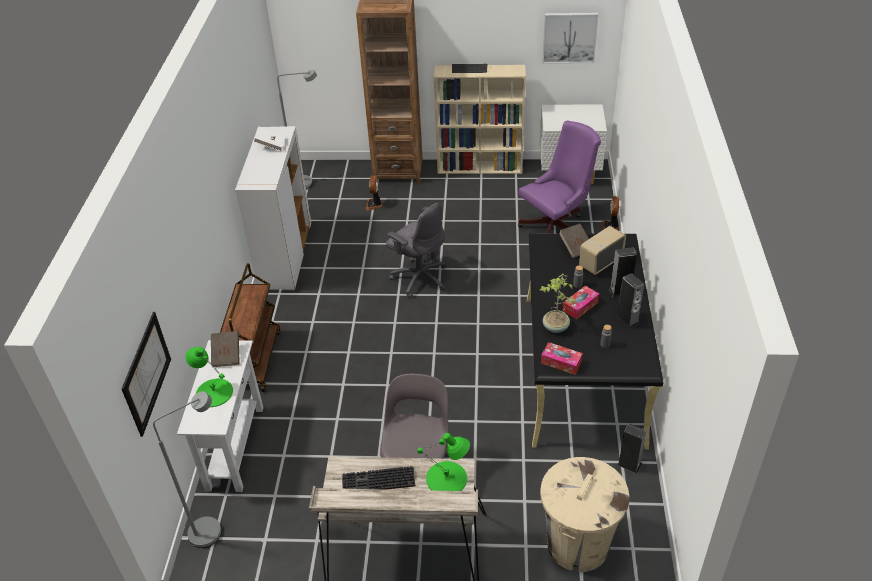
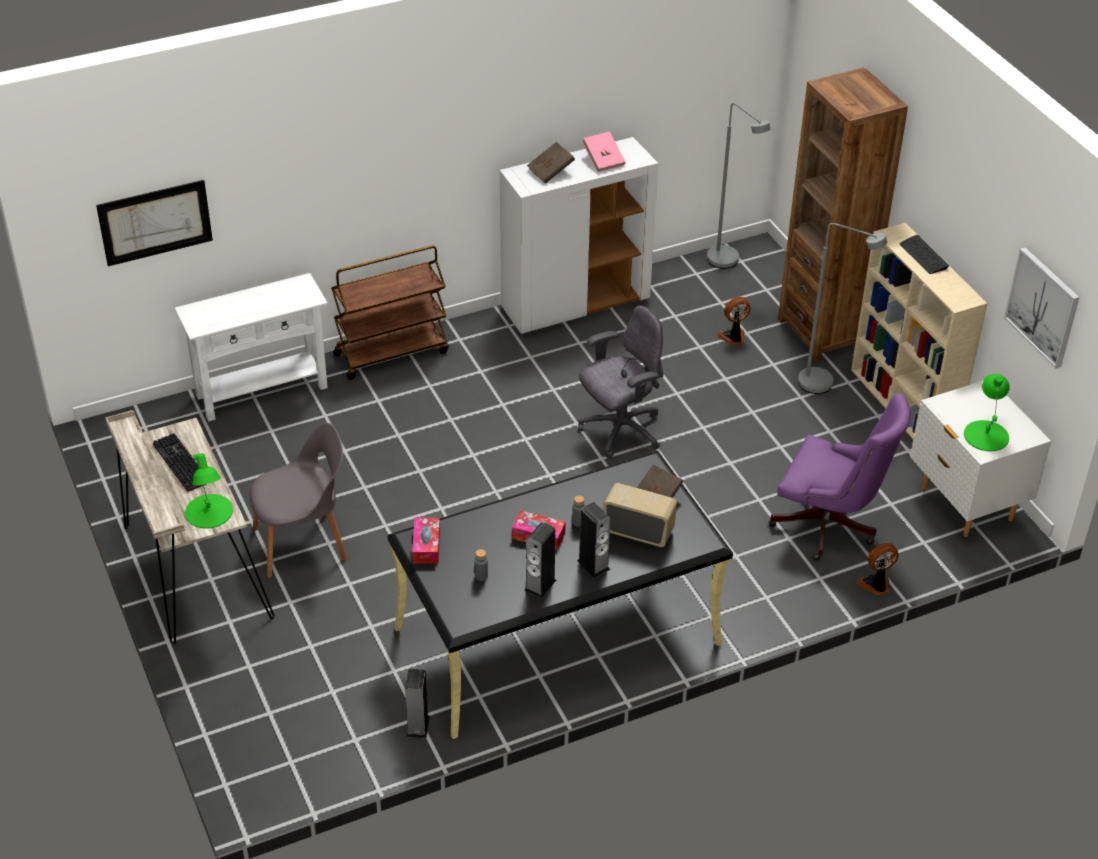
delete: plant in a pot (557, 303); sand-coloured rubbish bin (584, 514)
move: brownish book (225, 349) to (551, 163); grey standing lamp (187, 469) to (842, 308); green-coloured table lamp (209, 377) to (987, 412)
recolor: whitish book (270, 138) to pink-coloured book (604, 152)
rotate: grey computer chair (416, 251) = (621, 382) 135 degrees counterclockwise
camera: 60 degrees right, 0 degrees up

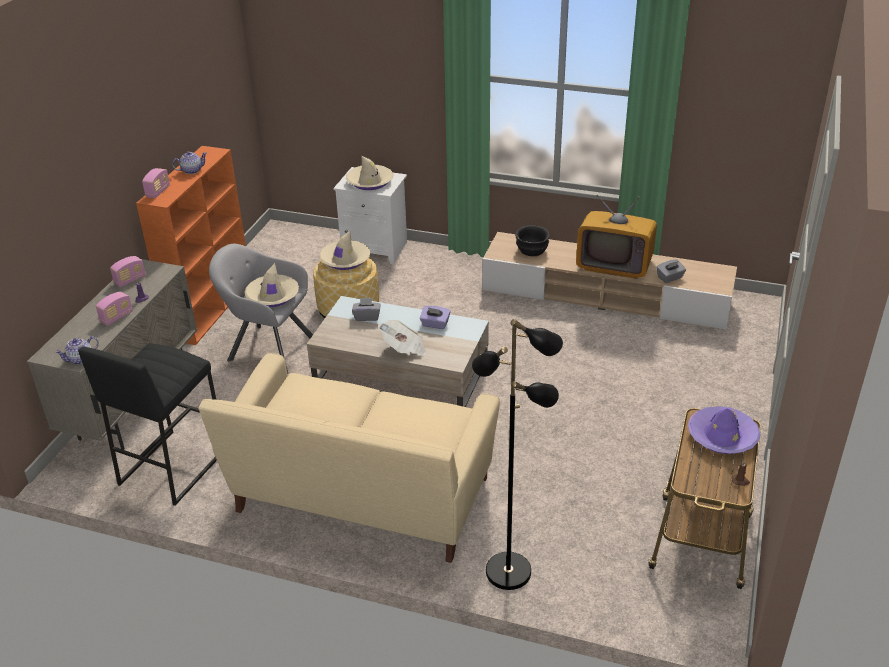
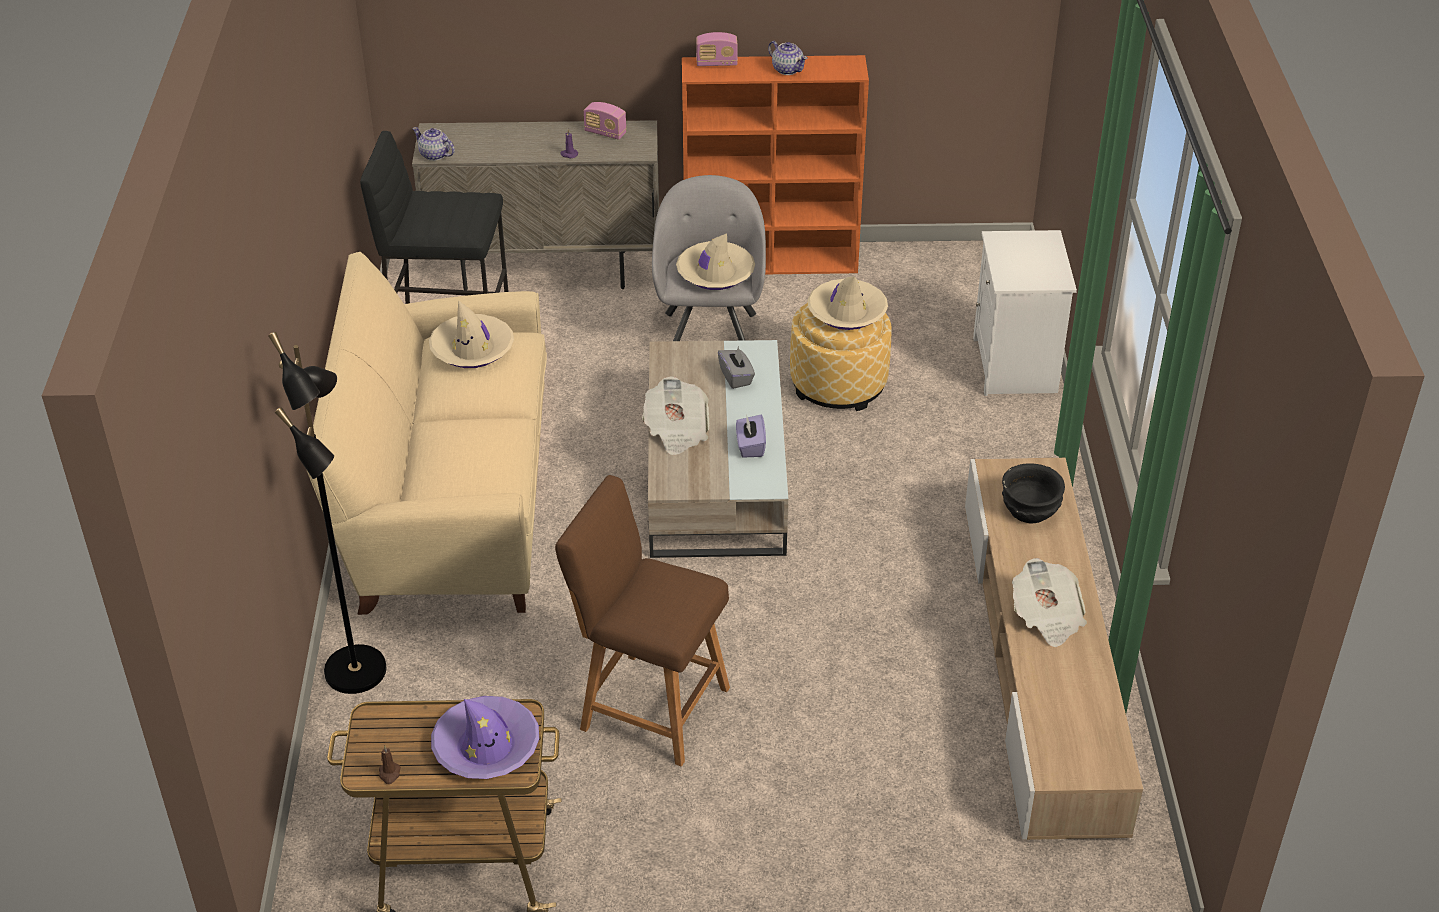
delete: radio (114, 309); grey tissue box (671, 271)
insert: brownish sitting stool (642, 620)
move: sand-coloured wearable hat (369, 173) to (471, 334)
replace: TV set (616, 237) to printed paper (1049, 602)
camera: 70 degrees right, 5 degrees up

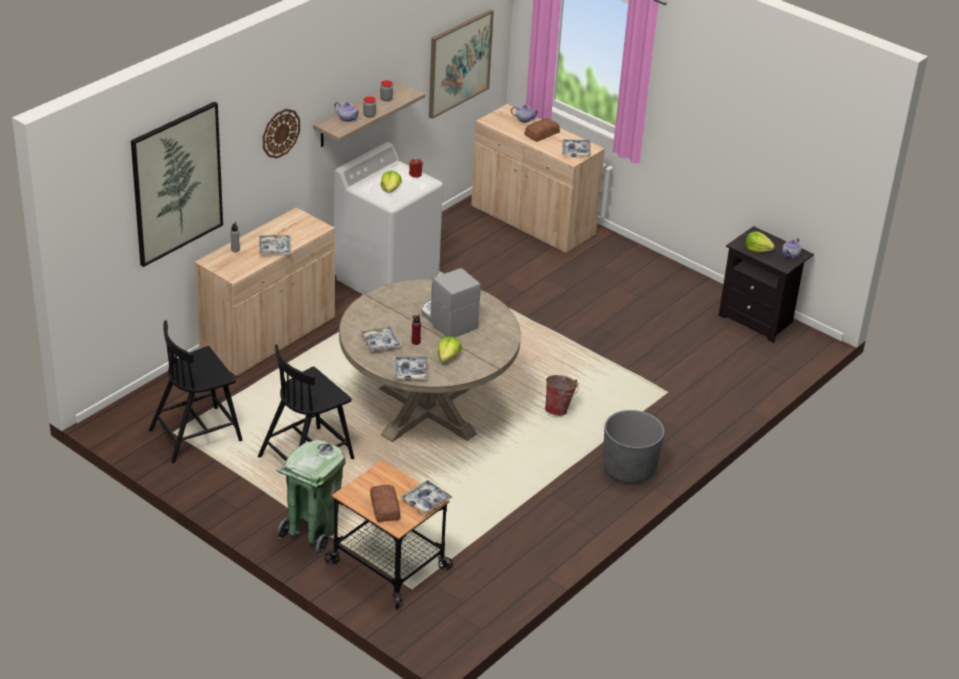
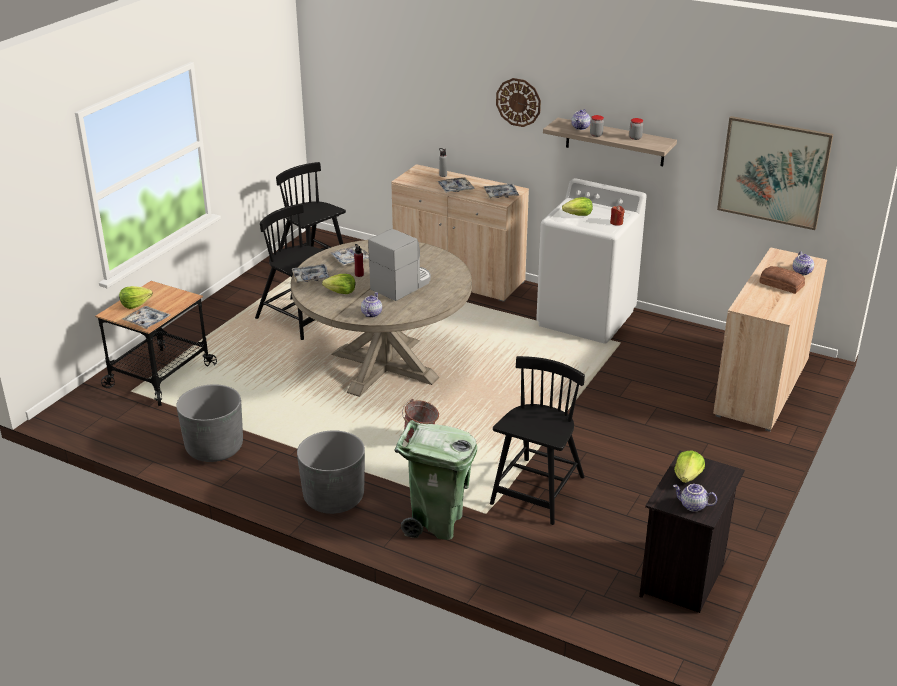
delete: picture (177, 184)
insert: grey flower pot (209, 423); pot for tea (371, 304); blackish plain chair (537, 440)
move: green-coloured rubbish bin (311, 497) to (435, 480); carrying tray (576, 148) to (501, 191)
replace: baked bread (385, 503) to head of lettuce (136, 297)
camera: 80 degrees right, 5 degrees down

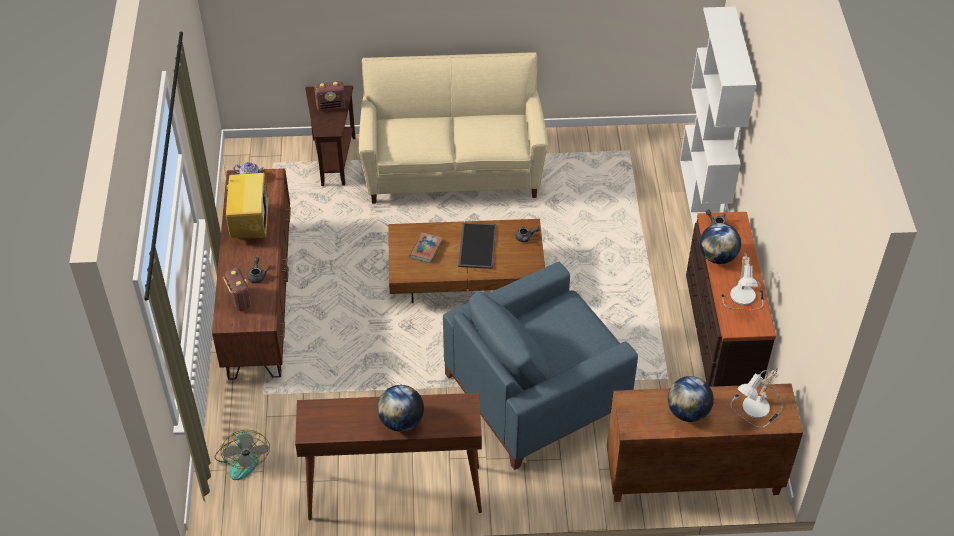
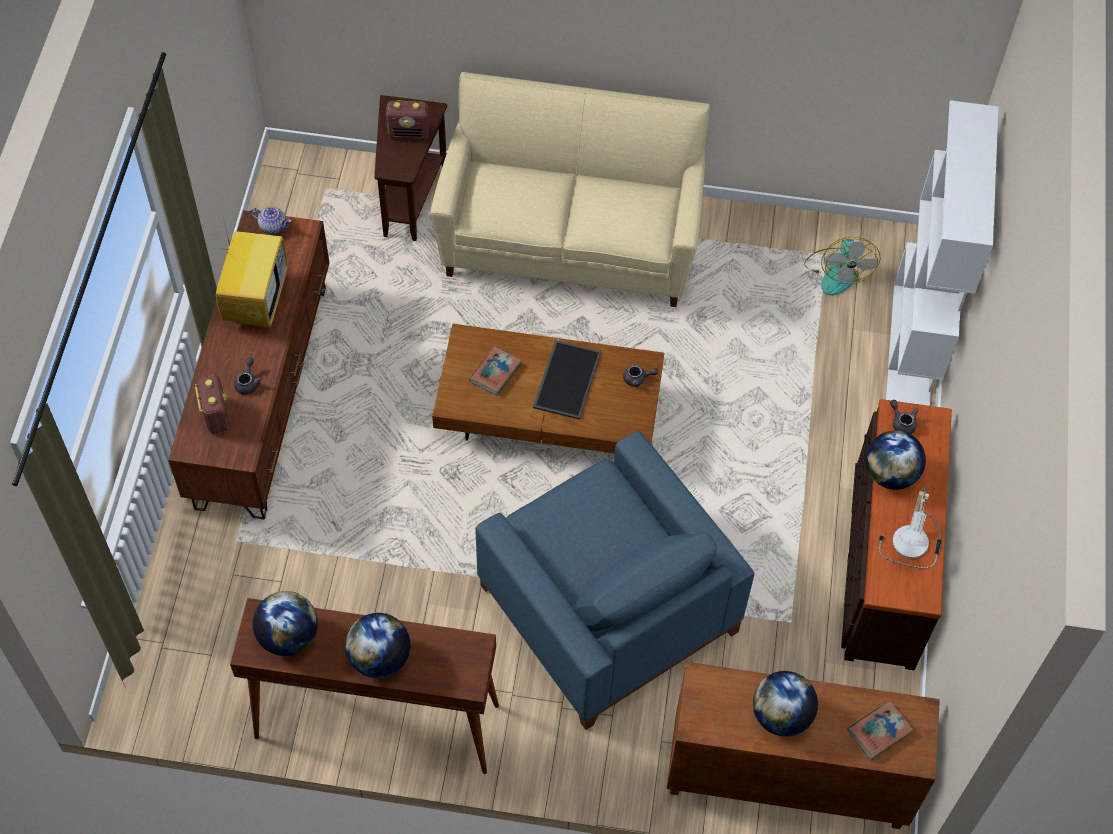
insert: desk globe (285, 623)
move: electric fan (242, 455) to (842, 266)
replace: table lamp (756, 398) to book (880, 730)
rotate: bluish lounge chair (540, 366) = (615, 580) 105 degrees counterclockwise
camera: 10 degrees right, 10 degrees up

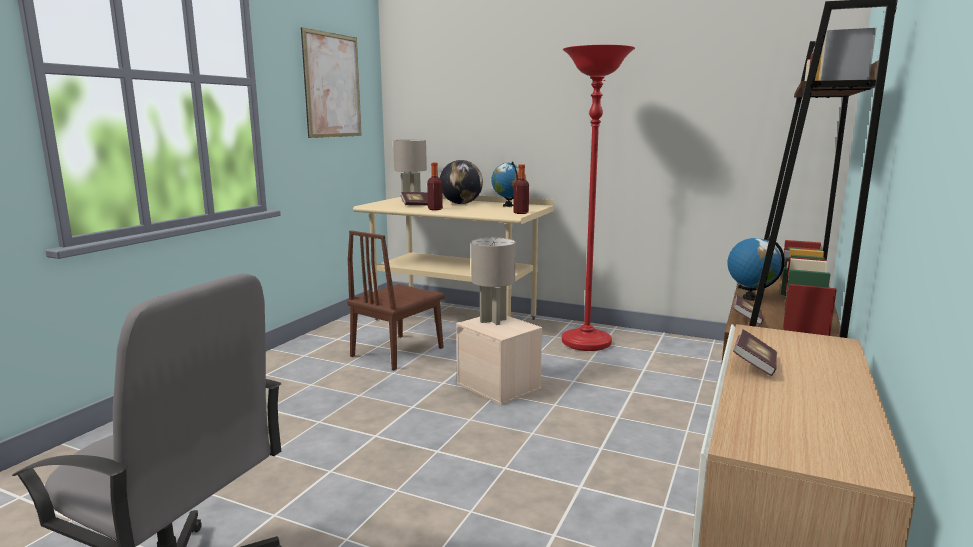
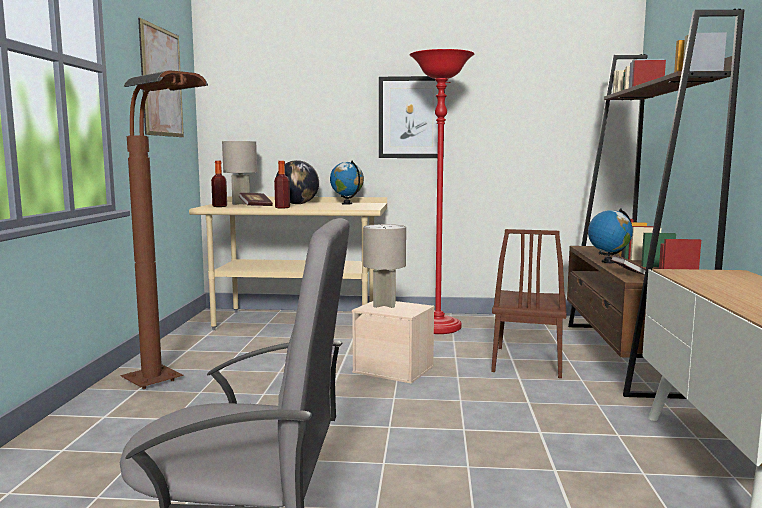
delete: book (755, 352)
insert: brownish standing lamp (164, 229); picture (412, 117)
move: beverage bottle (521, 189) to (219, 184); brownish plain chair (396, 300) to (529, 303)
camera: 20 degrees left, 5 degrees down

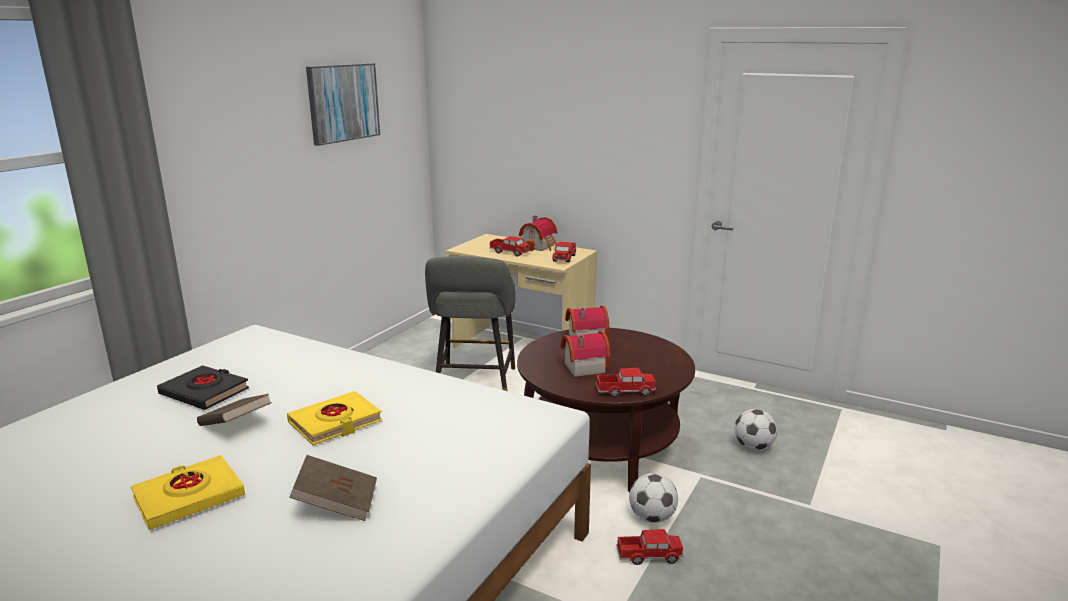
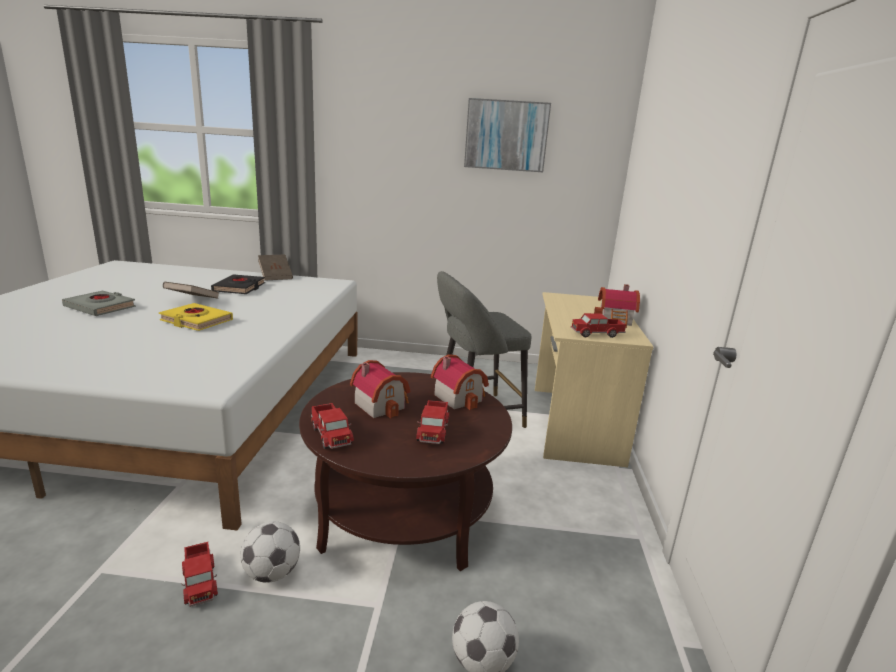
move: brownish book (333, 488) to (275, 268); model truck (510, 246) to (432, 422)
recolor: yellow book (188, 492) to grey book (99, 303)
camera: 65 degrees right, 0 degrees up

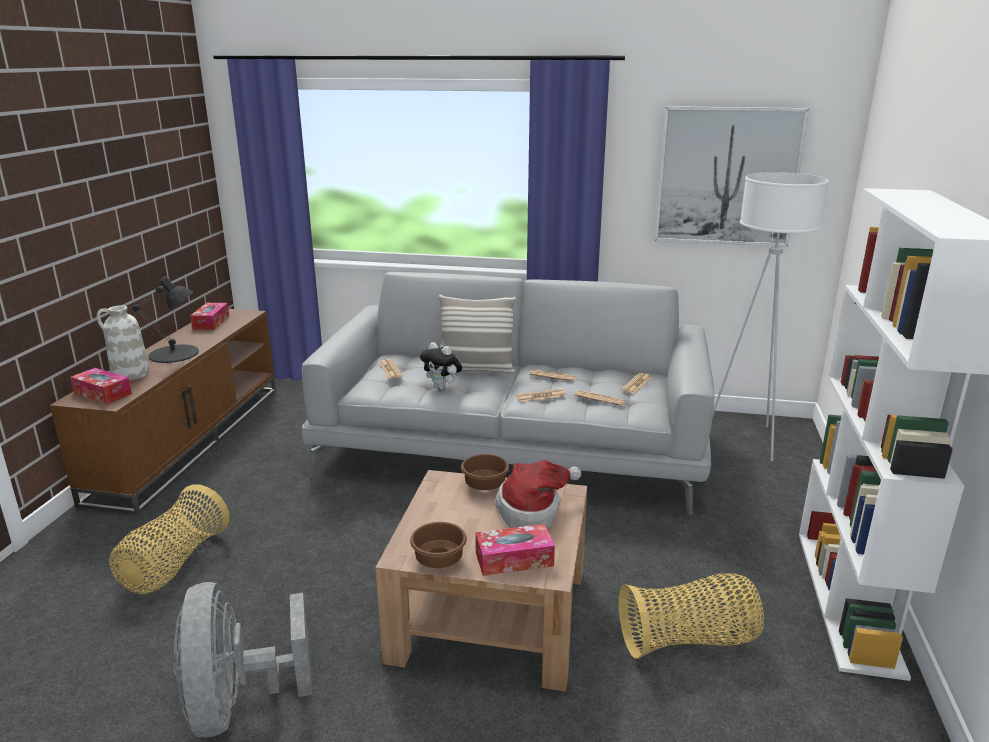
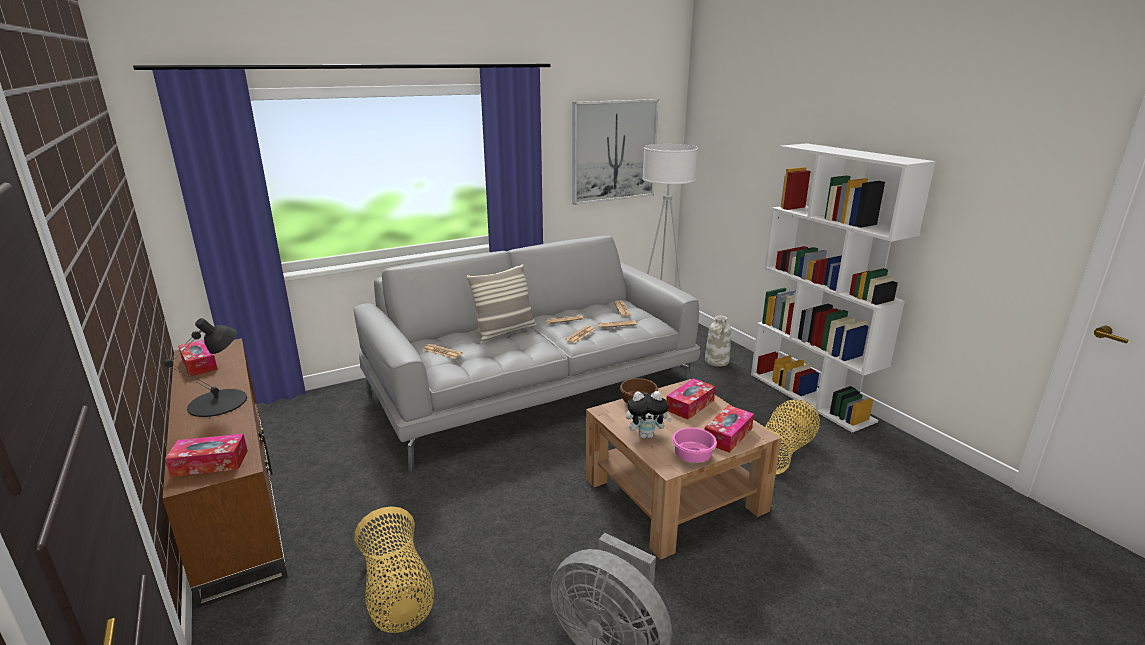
move: soft toy (441, 366) to (649, 415); whitish flower vase (123, 342) to (718, 341)
replace: wearable hat (538, 494) to tissue box (690, 399)
recolor: brownish serving bowl (438, 545) to pink-coloured serving bowl (694, 445)
camera: 40 degrees left, 0 degrees up

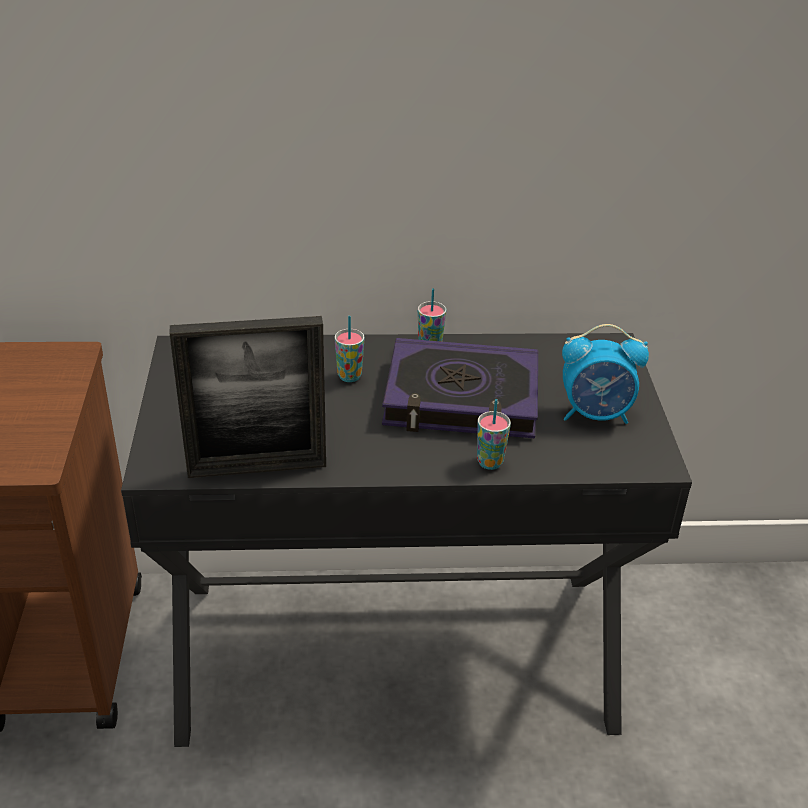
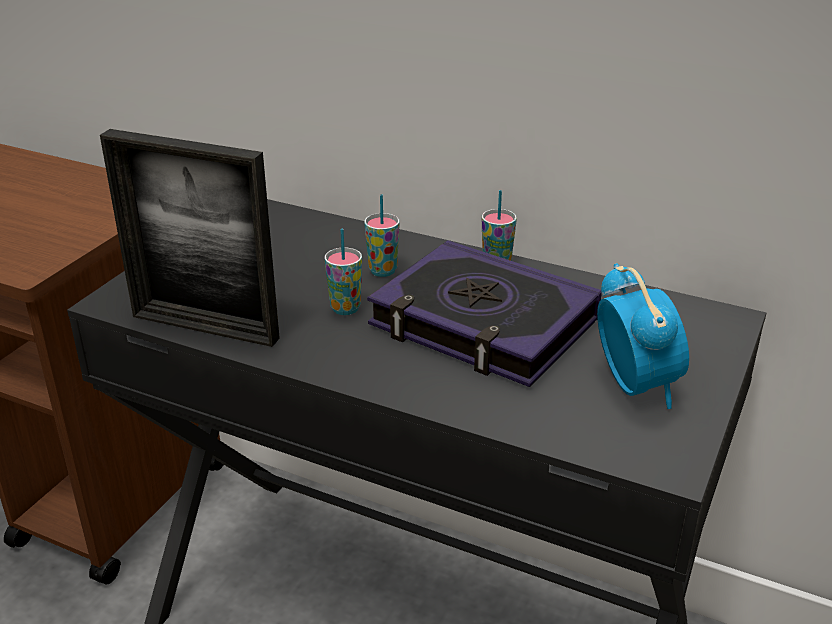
move: drinking cup (494, 434) to (343, 272)
rotate: bedside clock (605, 374) = (643, 336) 135 degrees counterclockwise
camera: 30 degrees right, 5 degrees down

